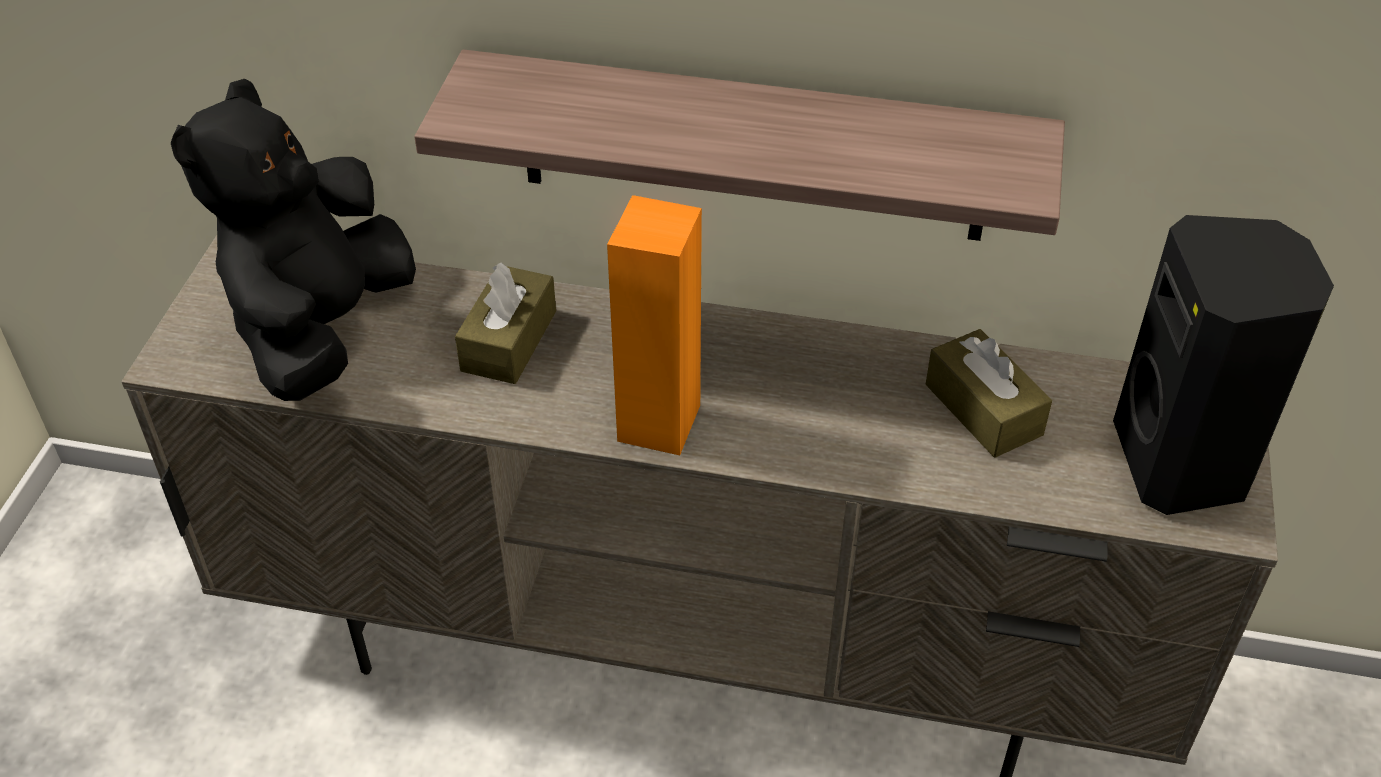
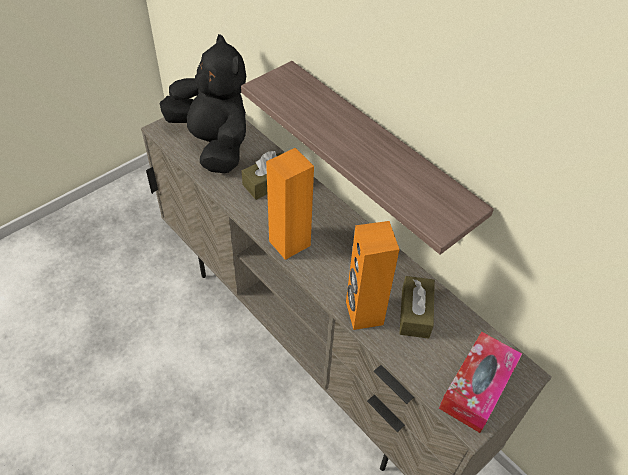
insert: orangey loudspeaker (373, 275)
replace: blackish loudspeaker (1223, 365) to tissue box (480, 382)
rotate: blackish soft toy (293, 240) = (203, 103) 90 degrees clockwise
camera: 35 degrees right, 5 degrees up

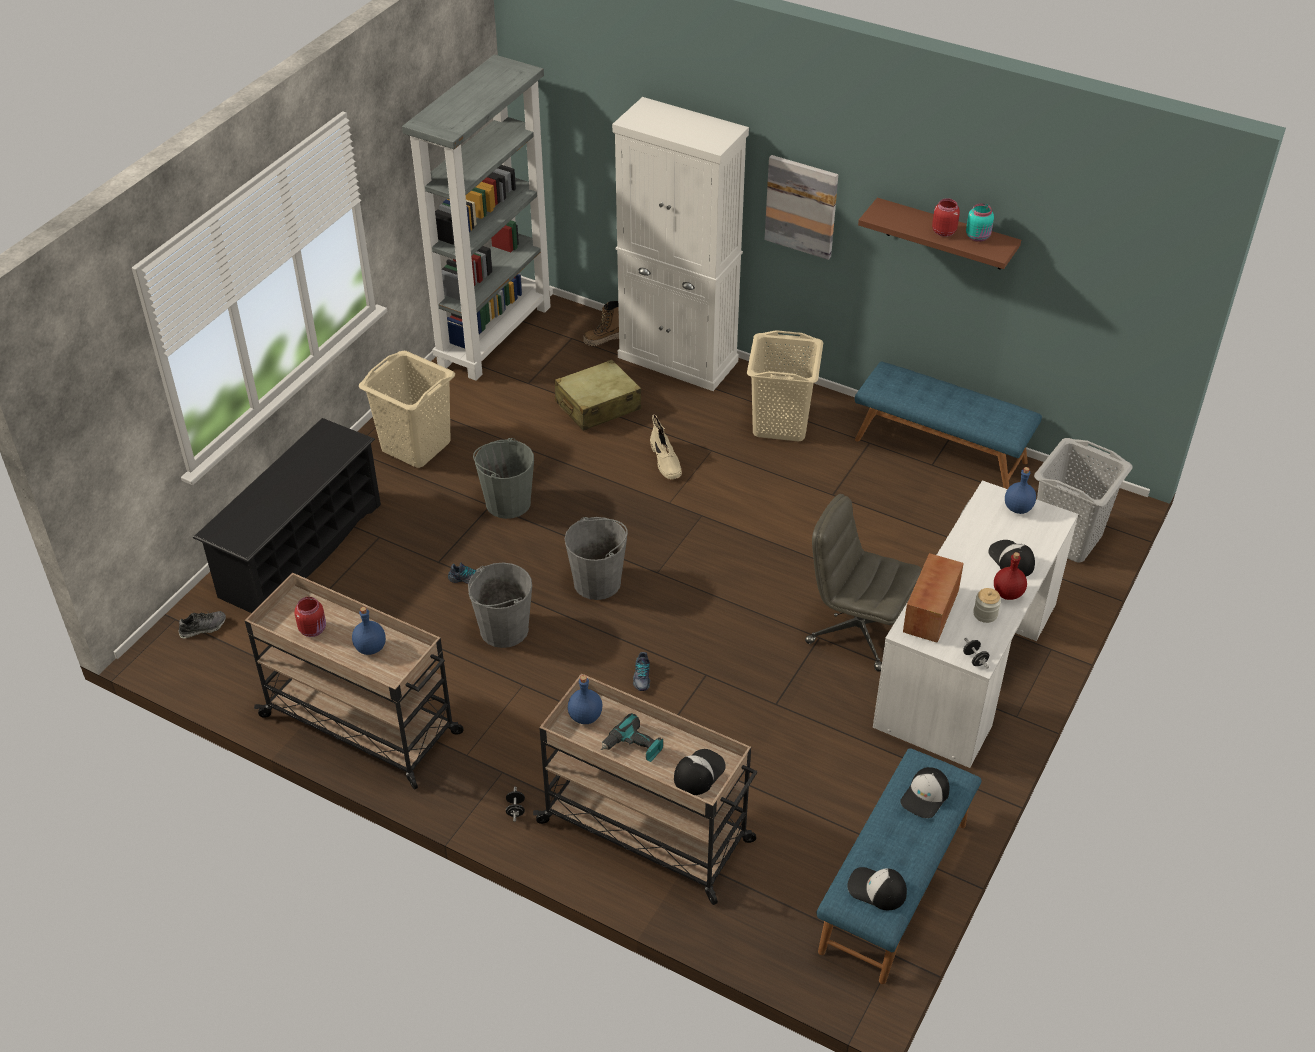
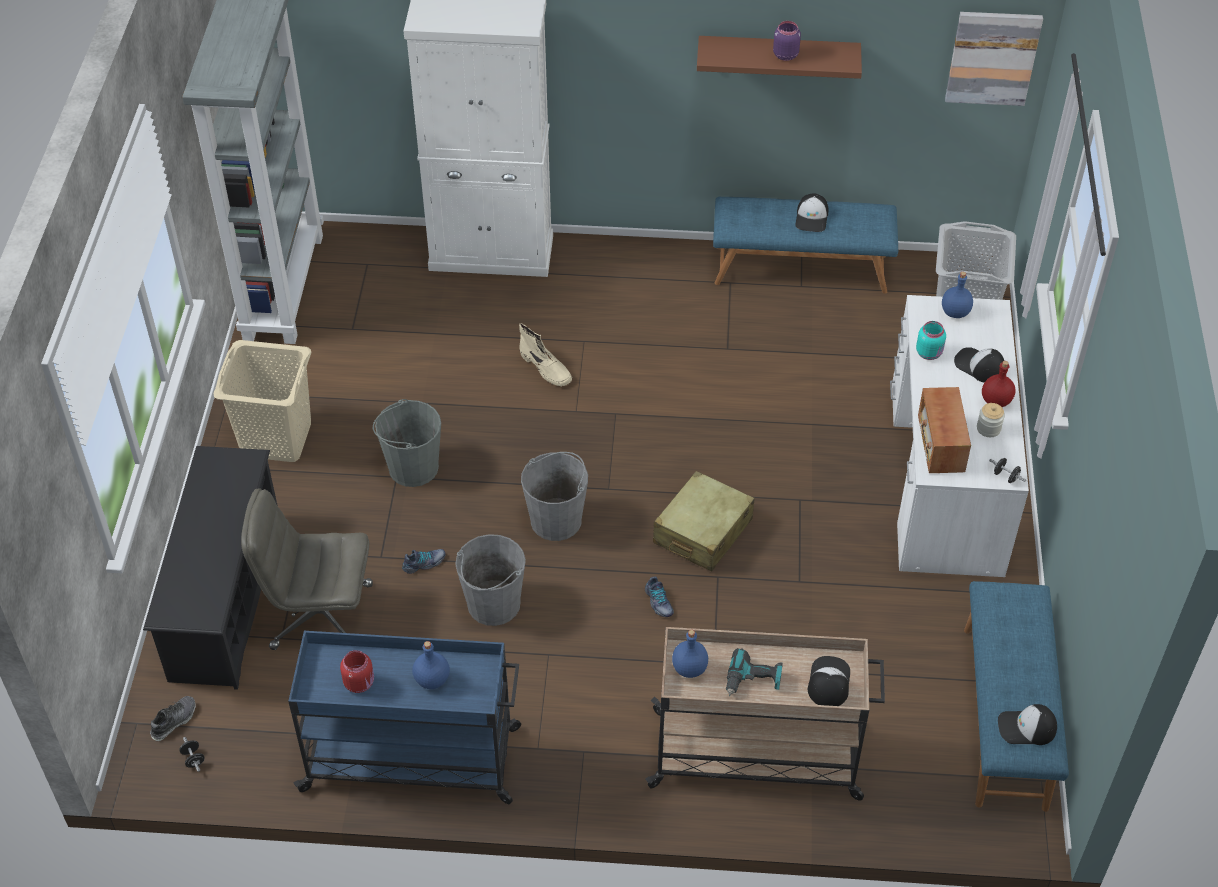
delete: high-top boot (601, 323); sand-coloured hamper (785, 386)
move: blackish free weight (515, 804) to (192, 754); grey computer chair (863, 583) to (307, 569); sand-coloured piece of luggage (598, 395) to (703, 521); cap (925, 792) to (812, 212); turquoise storage jar (980, 222) to (931, 340); picture (801, 207) to (994, 59)
recolor: sand-coloured cart (354, 681) to bluish cart (404, 717); reddish storage jar (946, 217) to purple-coloured storage jar (787, 41)
camera: 25 degrees left, 5 degrees up

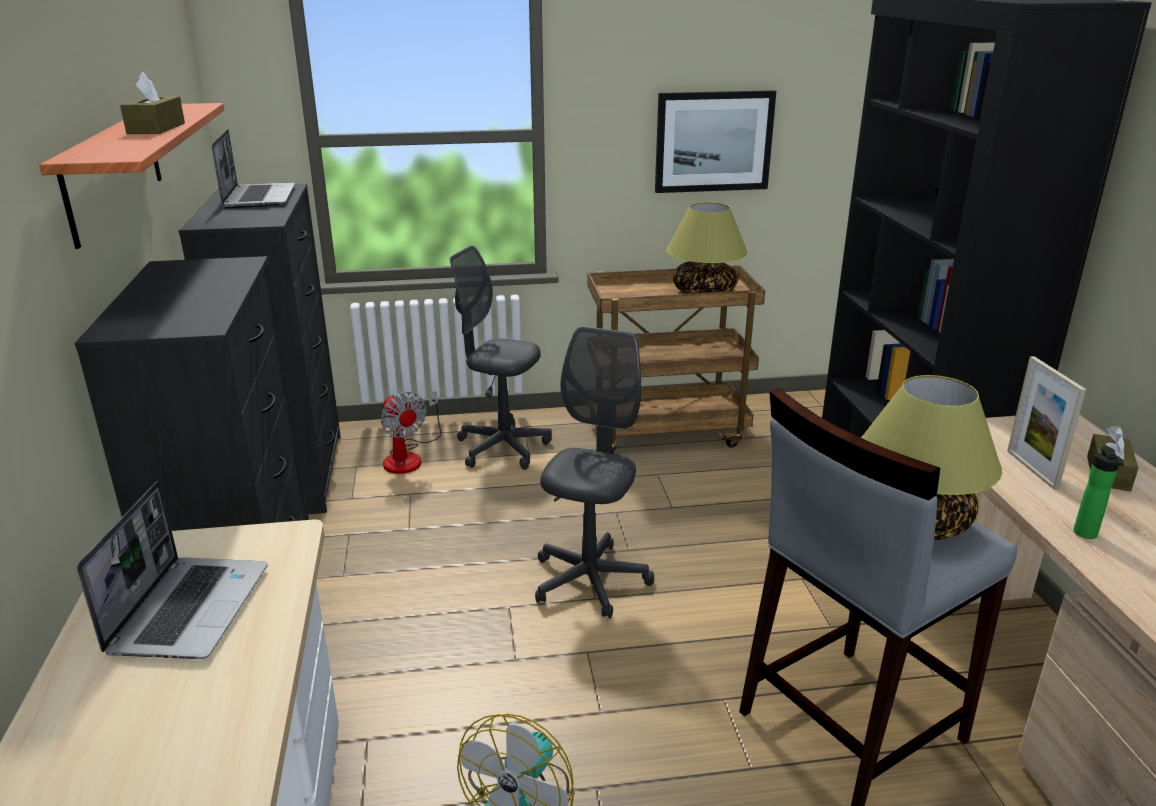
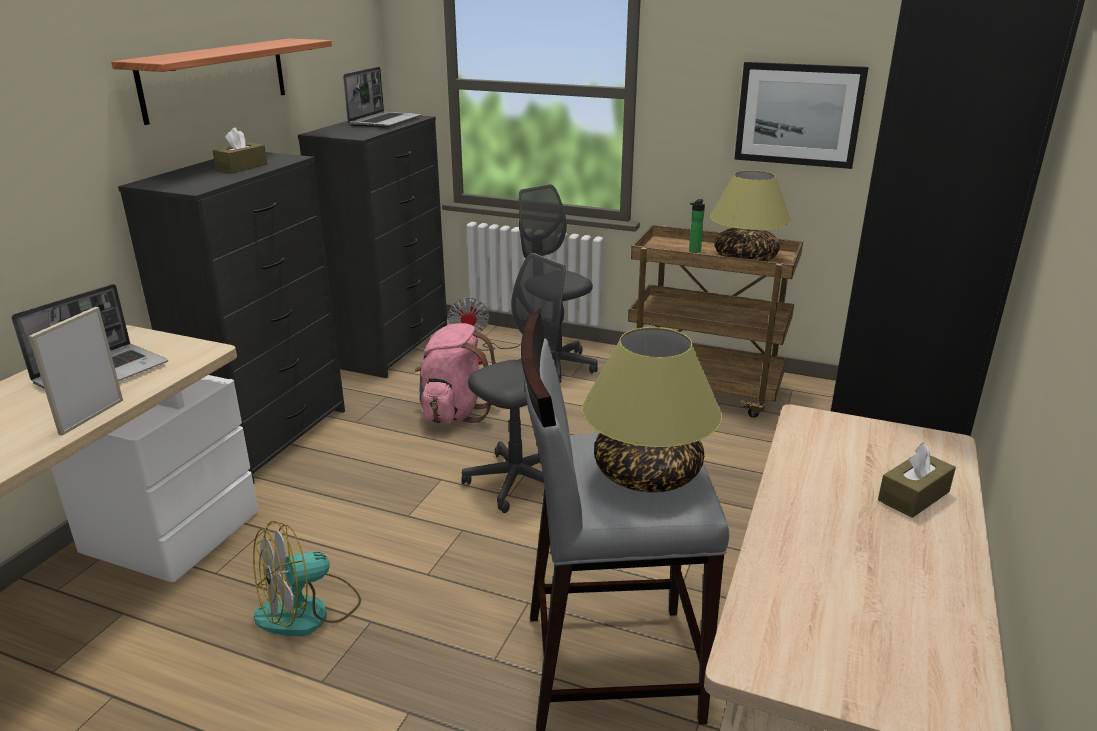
insert: pink-coloured knapsack (455, 373)
move: photo frame (1046, 423) to (76, 371); brownish tissue box (152, 103) to (240, 150); beverage bottle (1098, 492) to (697, 226)
camera: 30 degrees right, 0 degrees up

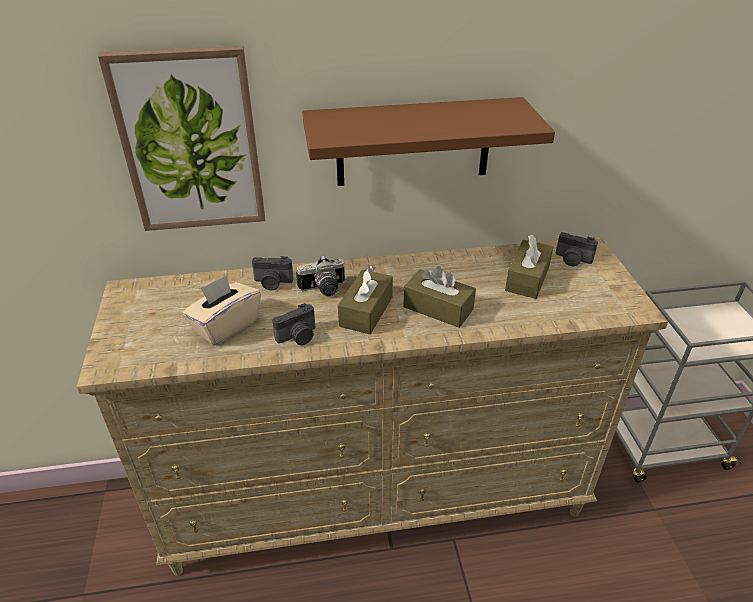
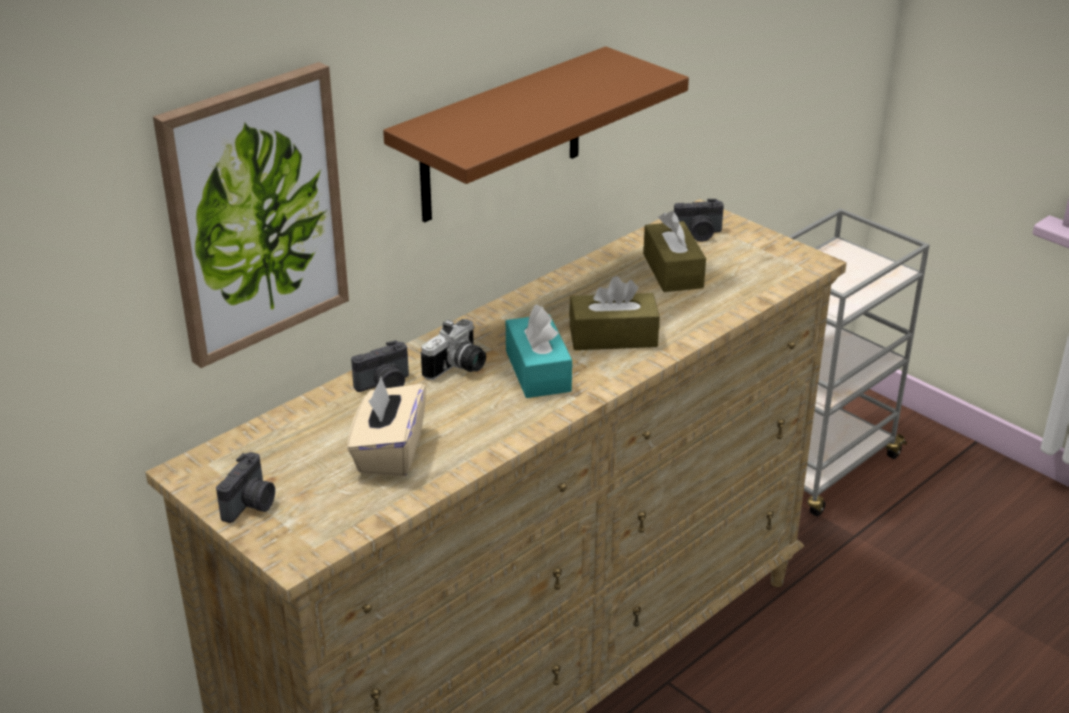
move: photo camera (293, 324) to (245, 487)
recolor: brownish tissue box (365, 299) to turquoise tissue box (539, 351)
camera: 35 degrees left, 5 degrees down

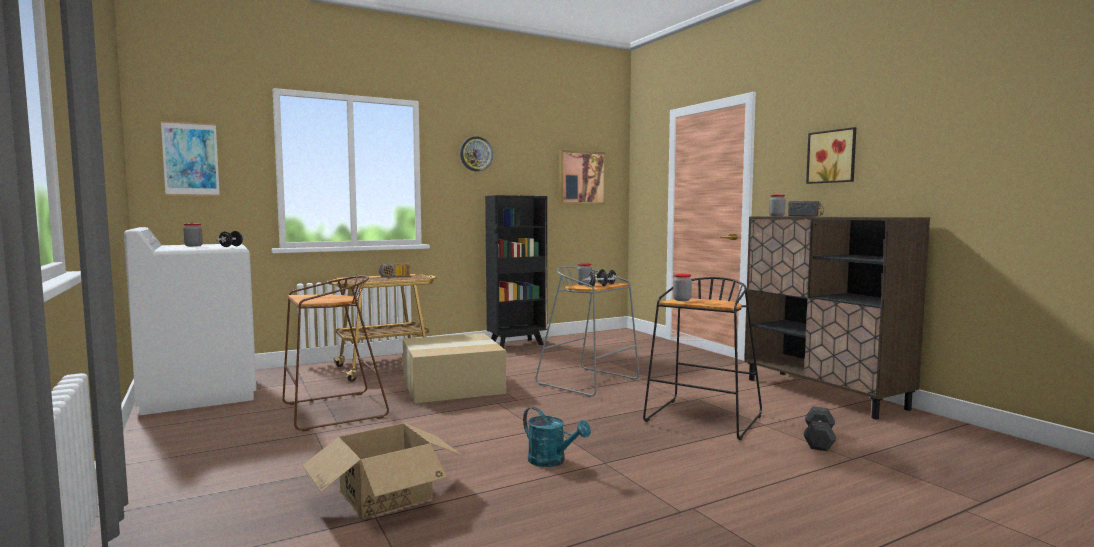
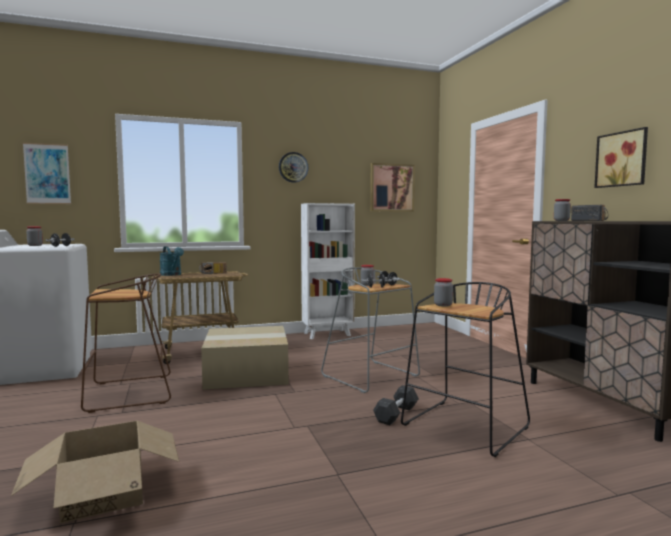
move: turquoise watering pot (557, 437) to (171, 261); grey free weight (820, 428) to (396, 405)
recolor: blackish bookcase (516, 271) to whitish bookcase (328, 271)
camera: 10 degrees right, 0 degrees up

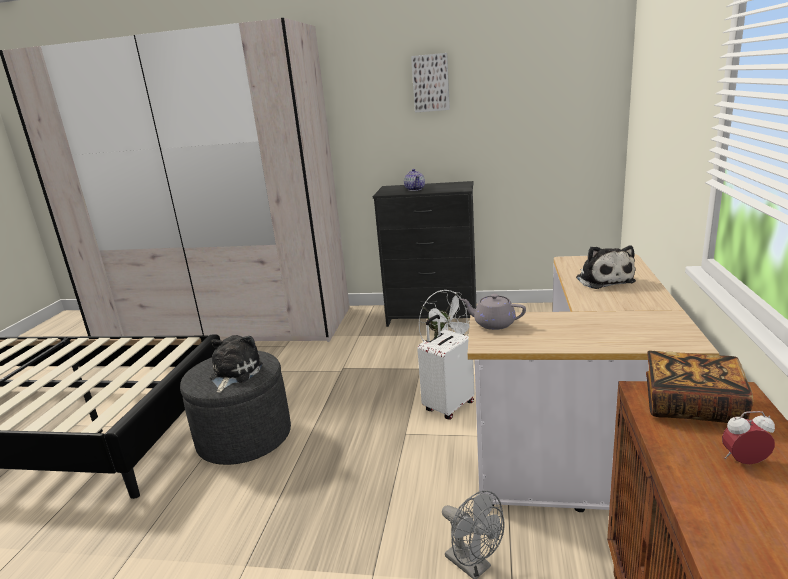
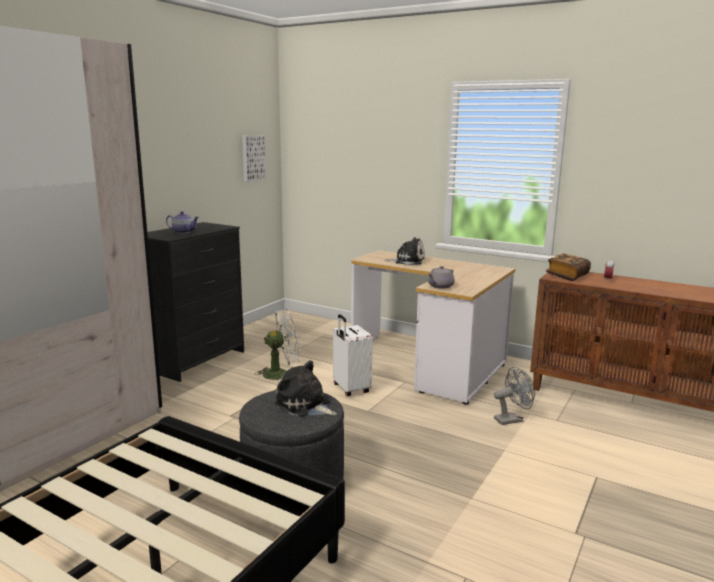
move: picture (430, 83) to (254, 159)
camera: 70 degrees left, 5 degrees down

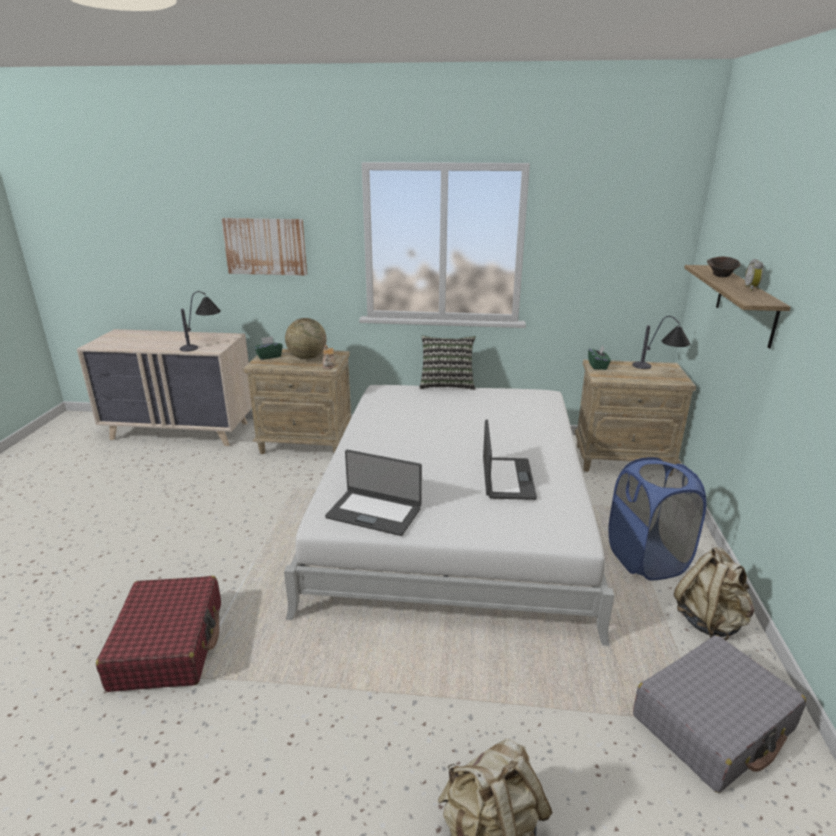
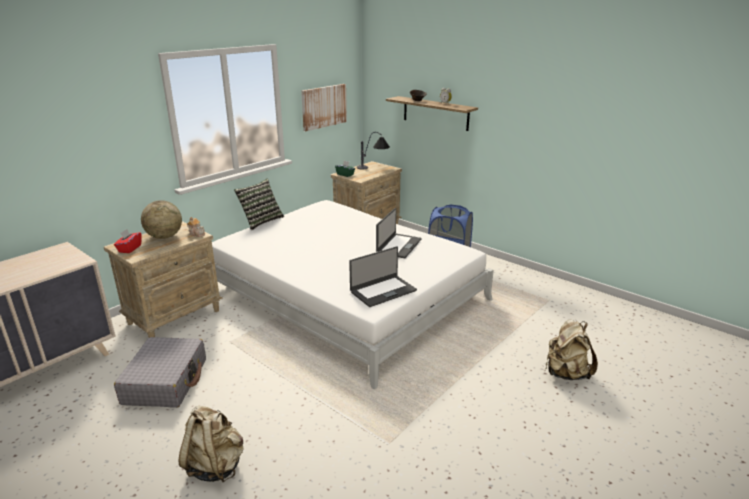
delete: reddish piece of luggage (158, 634); table lamp (200, 321)
move: grey piece of luggage (719, 714) to (160, 372); sand-coloured knapsack (714, 593) to (211, 444); picture (264, 247) to (324, 107)
recolor: green-coloured tissue box (268, 348) to reddish tissue box (128, 241)
rotate: notebook computer (510, 460) = (399, 233) 75 degrees clockwise
camera: 55 degrees left, 0 degrees up

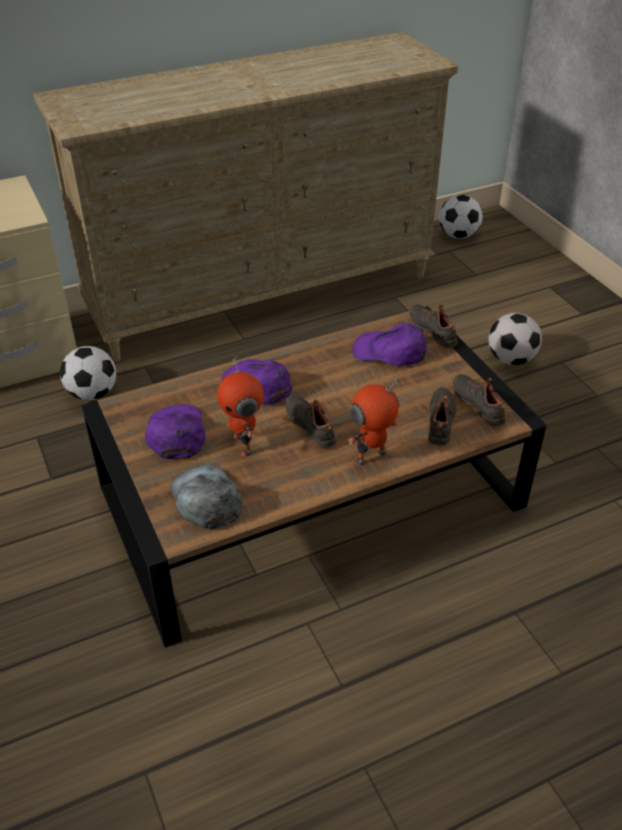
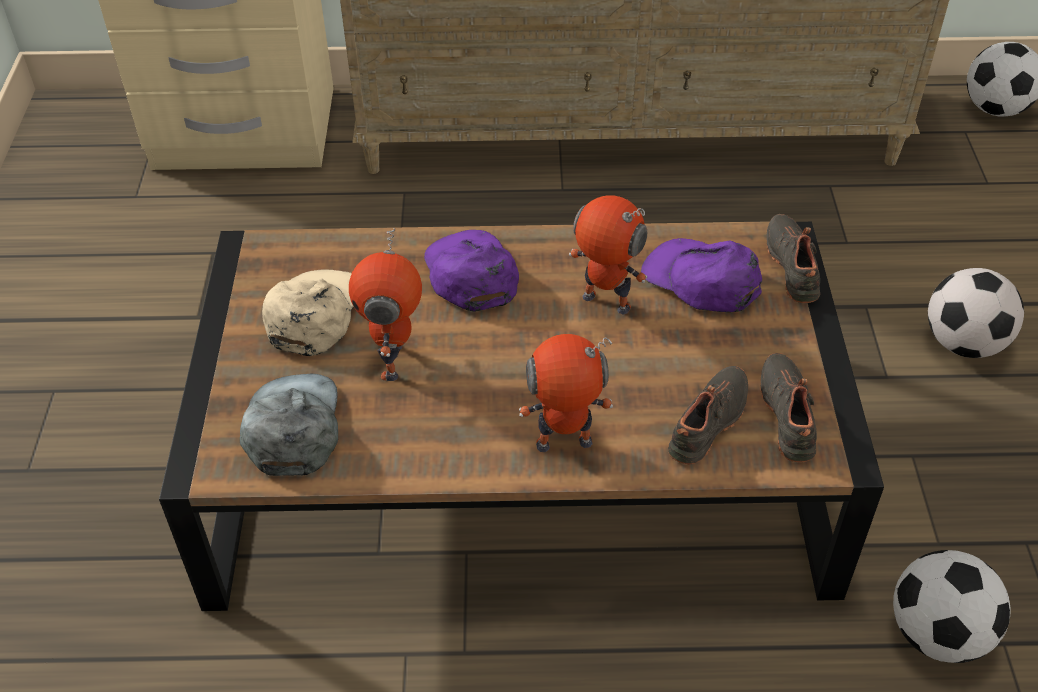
delete: blackish item of footwear (310, 422)
insert: toy robot (608, 254)
move: football (88, 373) to (952, 606)
recolor: purple-coloured cap (175, 431) to sand-coloured cap (308, 313)
camera: 25 degrees right, 5 degrees up

